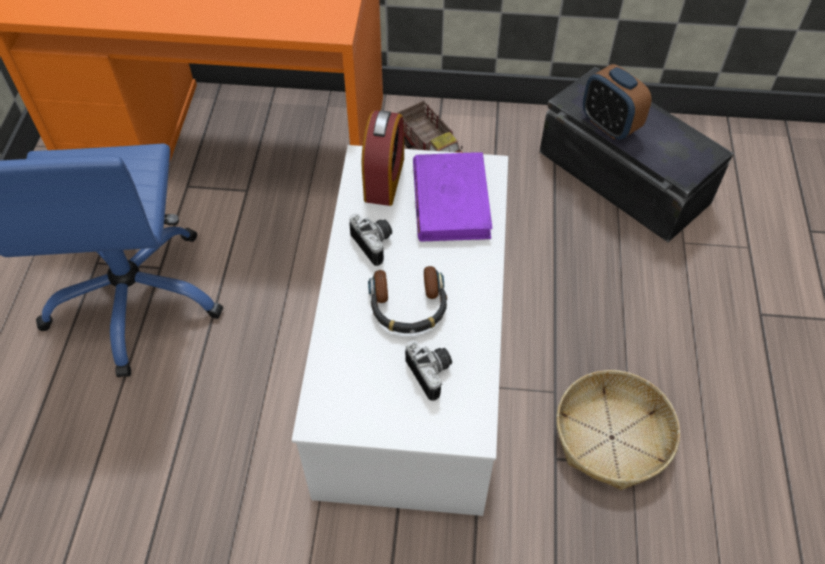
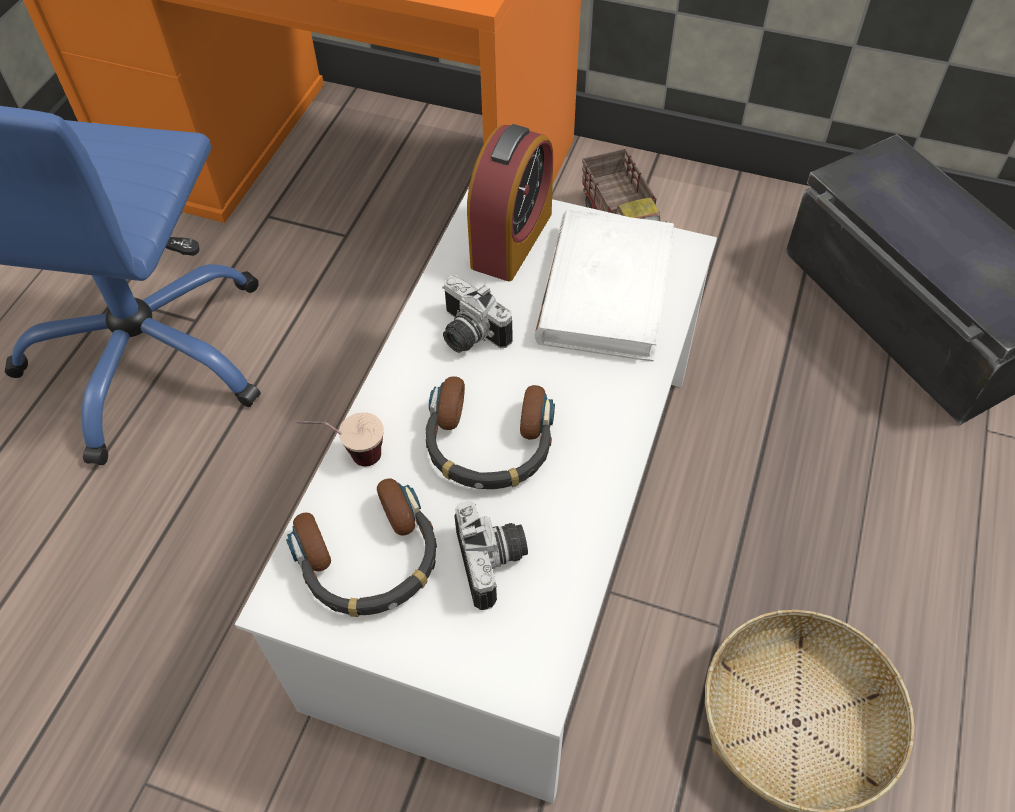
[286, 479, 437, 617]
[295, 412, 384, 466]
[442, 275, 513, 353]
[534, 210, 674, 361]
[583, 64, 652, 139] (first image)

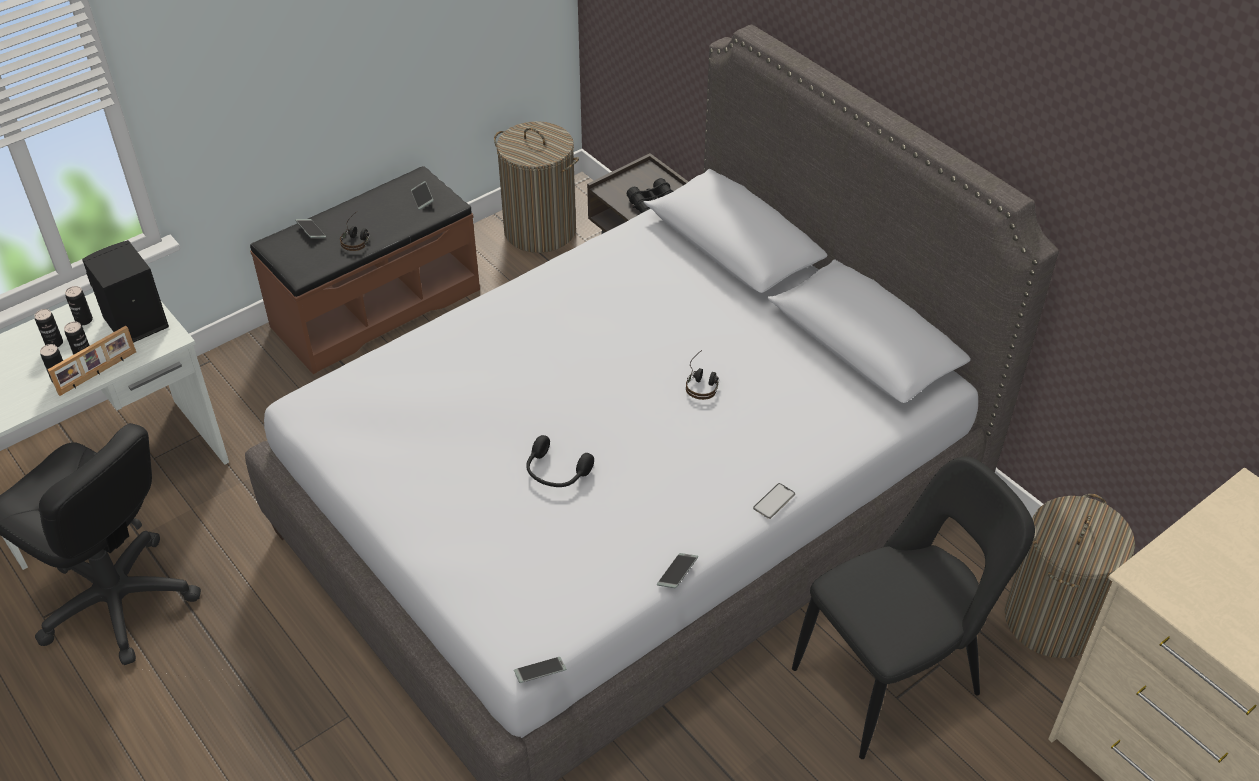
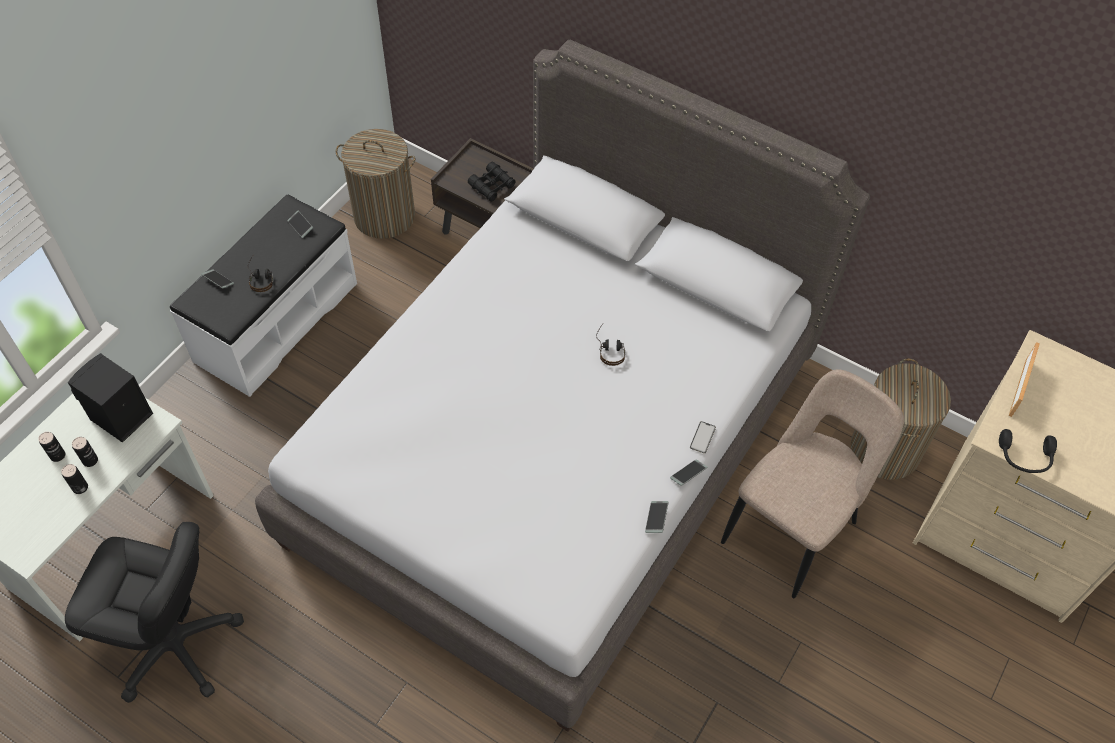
[170, 194, 357, 397]
[670, 459, 707, 486]
[721, 369, 904, 598]
[999, 429, 1057, 473]
[1009, 342, 1040, 417]
[65, 286, 93, 325] (first image)

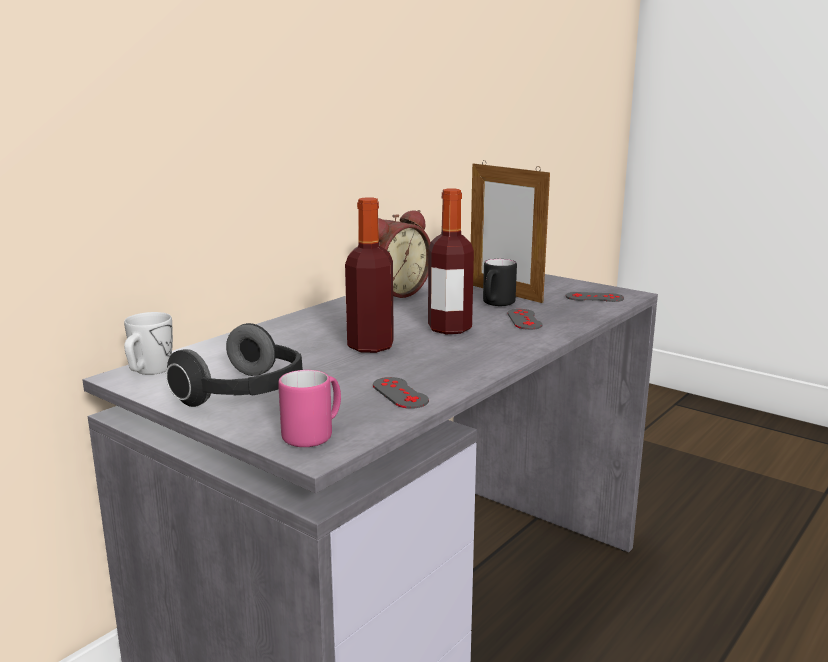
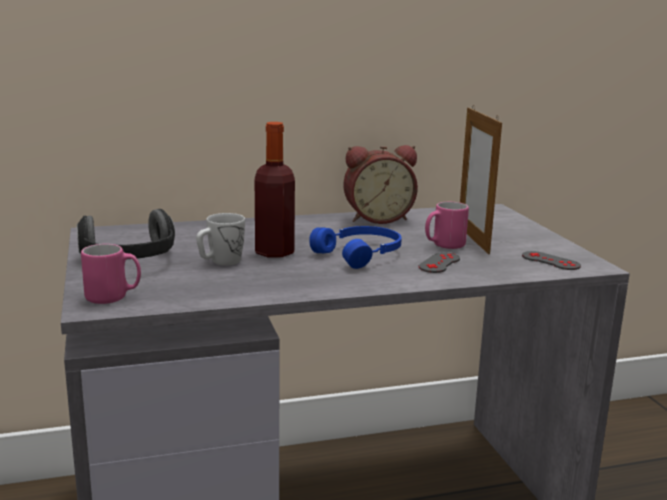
[196, 213, 245, 266]
[309, 226, 402, 269]
[425, 202, 469, 249]
[373, 377, 429, 409] (first image)

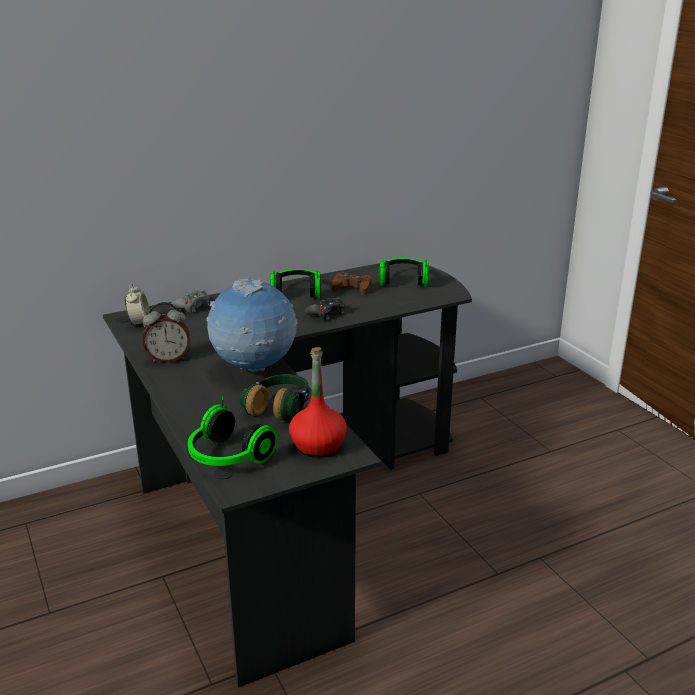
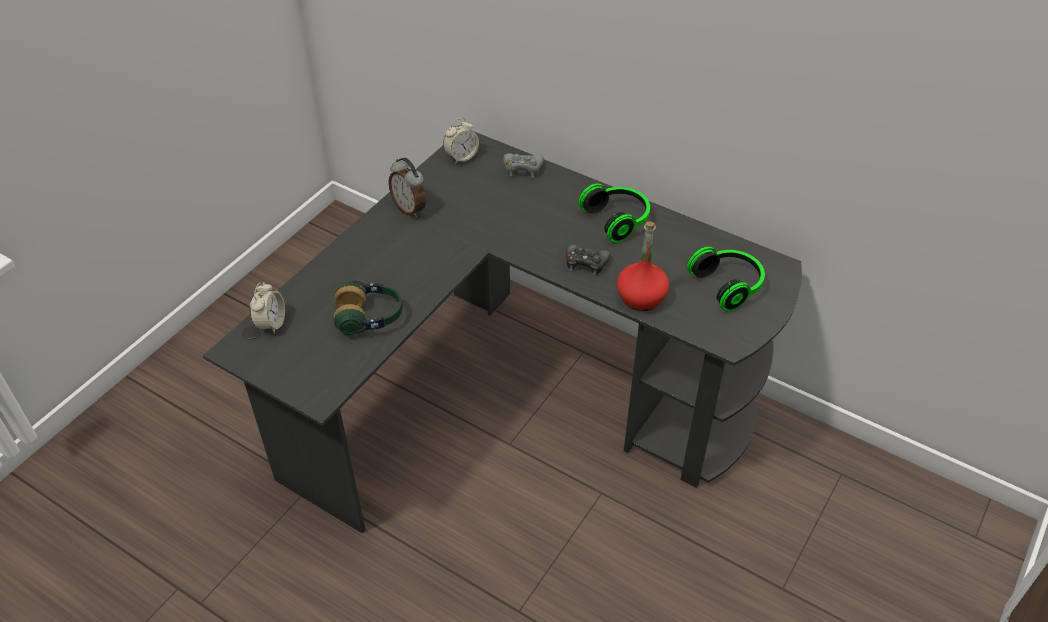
[250, 282, 285, 334]
[617, 221, 669, 311]
[206, 279, 297, 372] (first image)
[332, 272, 372, 295] (first image)

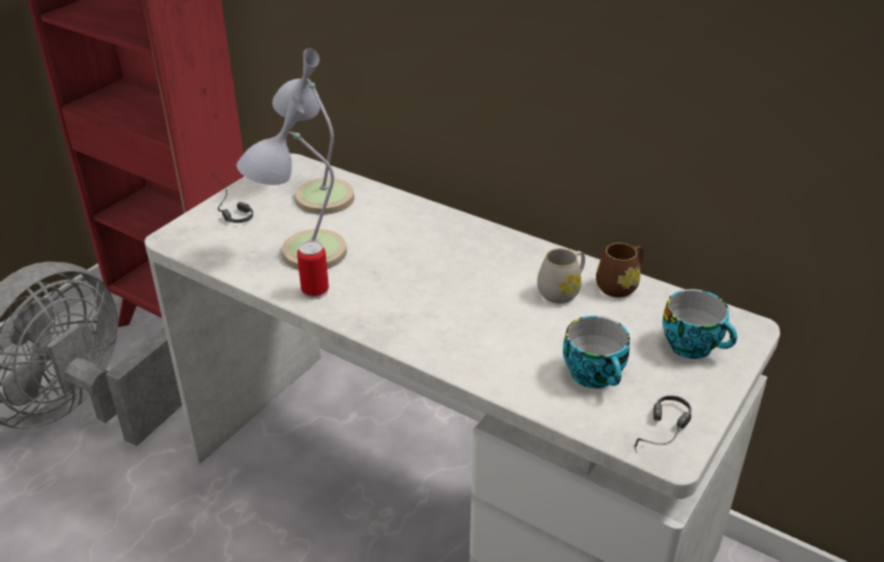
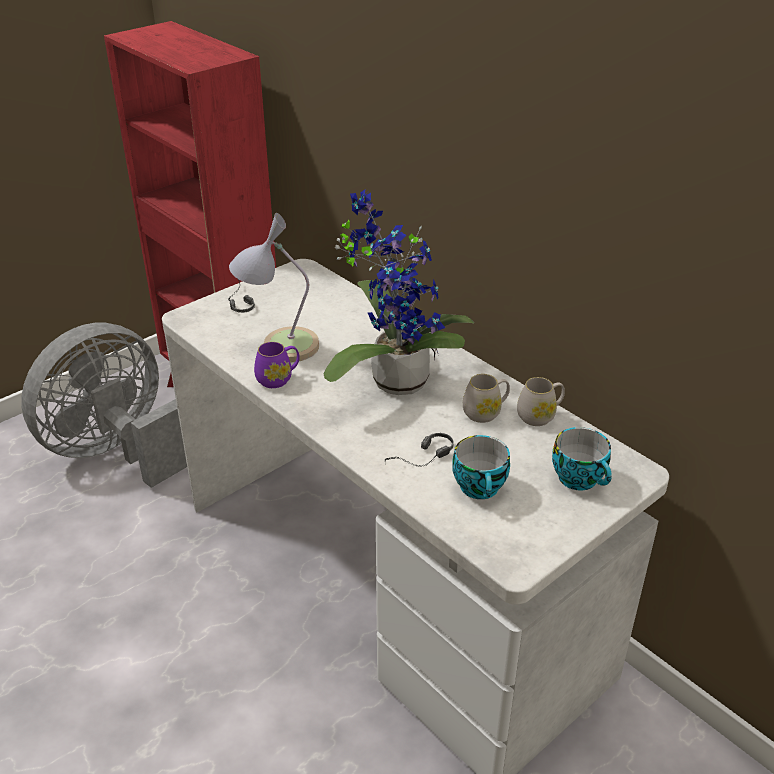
[254, 342, 300, 388]
[323, 190, 474, 395]
[385, 433, 454, 467]
[517, 377, 565, 426]
[272, 48, 355, 215] (first image)

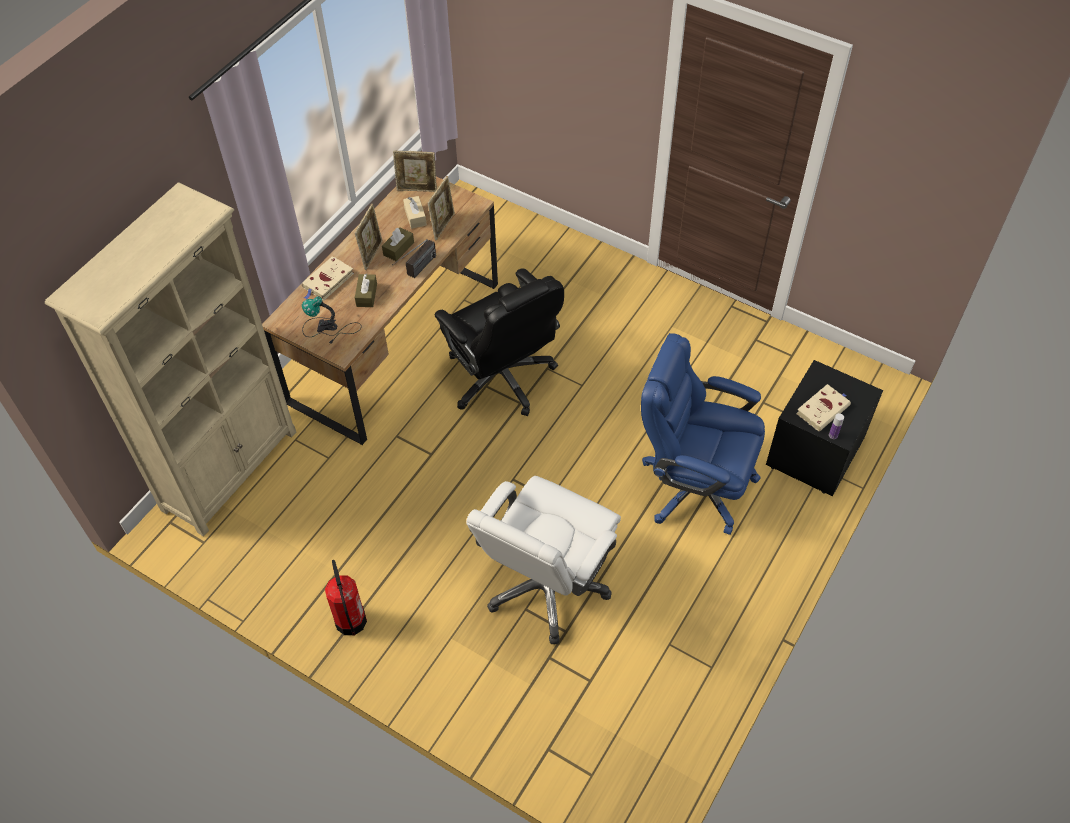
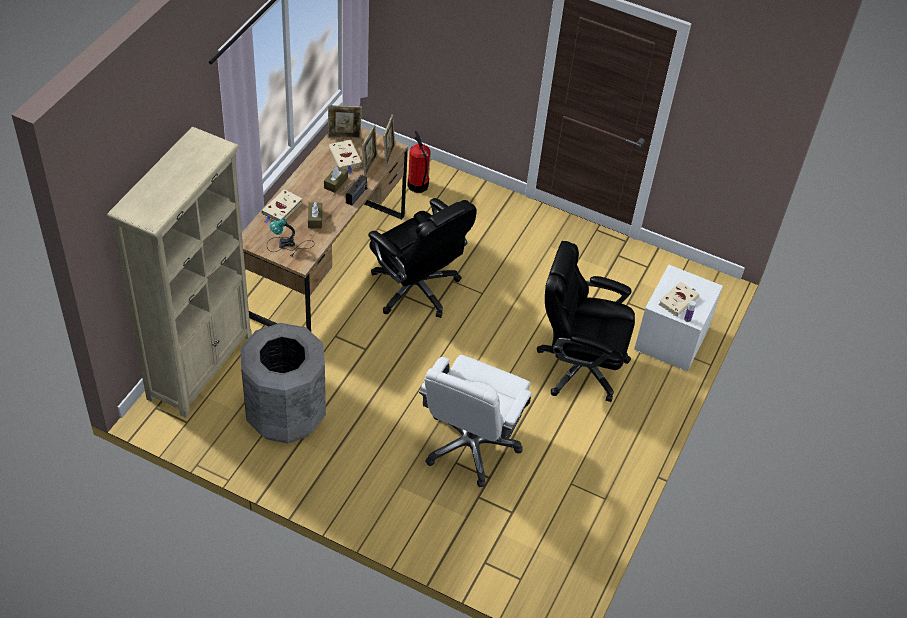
[241, 323, 326, 443]
[329, 140, 362, 174]
[383, 115, 395, 167]
[407, 131, 431, 193]
[537, 241, 635, 402]
[634, 265, 723, 372]

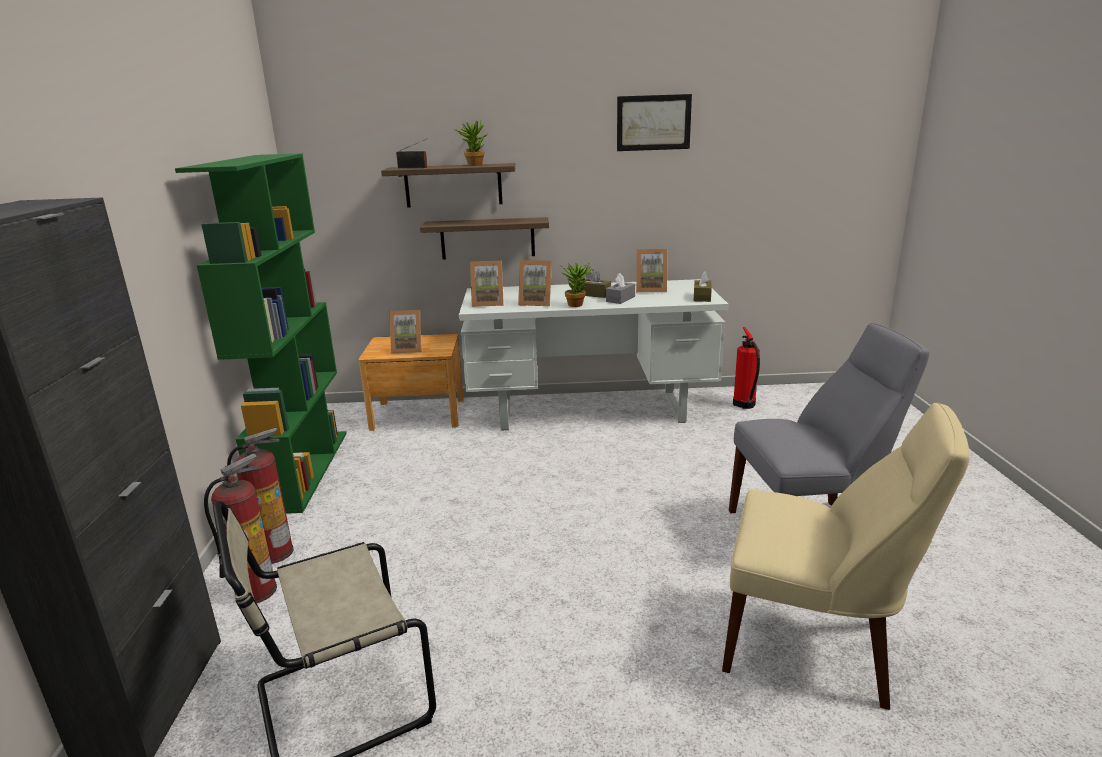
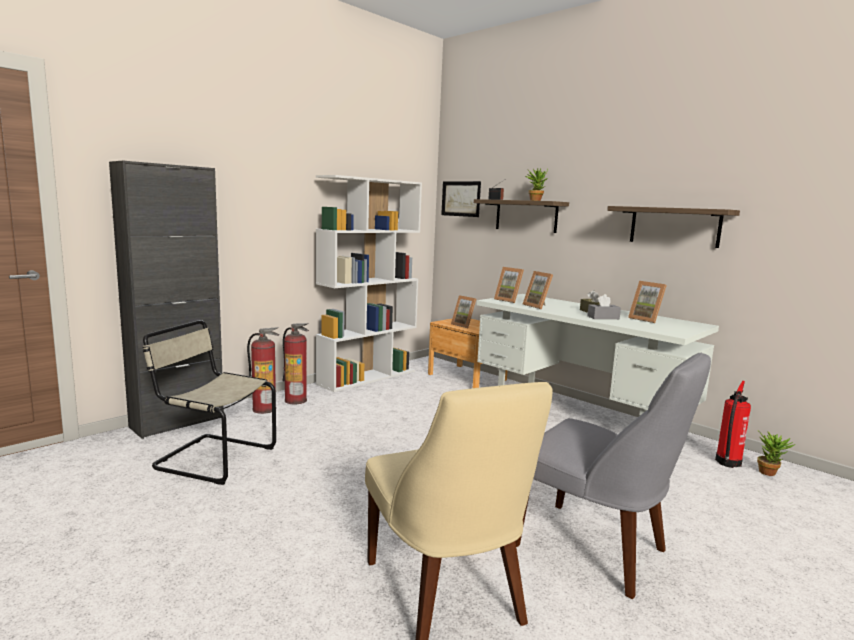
[316, 175, 422, 392]
[441, 181, 481, 217]
[607, 206, 740, 248]
[757, 430, 795, 476]
[694, 271, 712, 302] (first image)

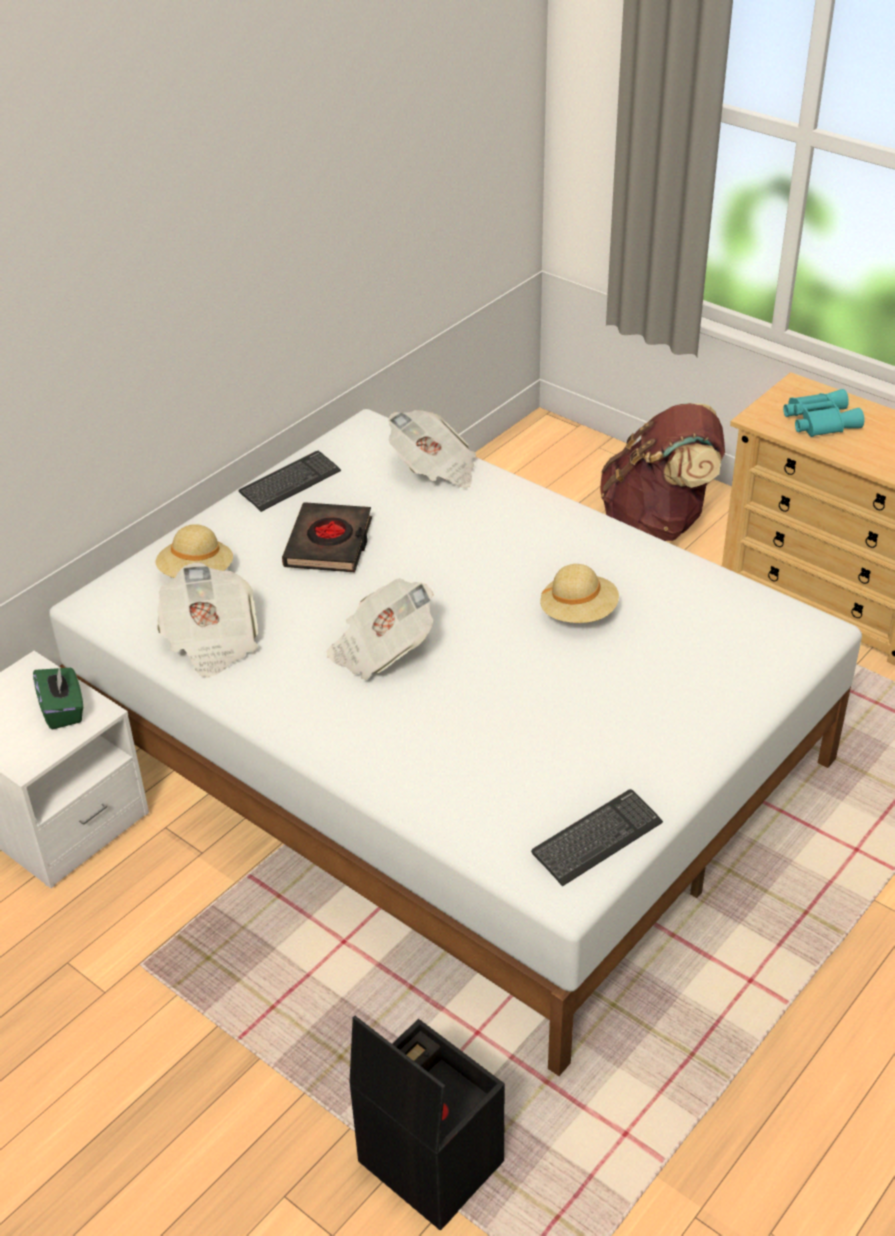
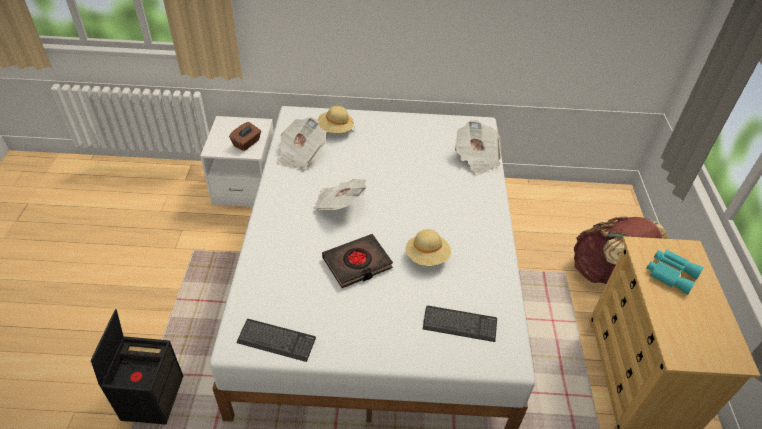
[229, 122, 261, 151]
[322, 234, 393, 288]
[423, 306, 497, 342]

